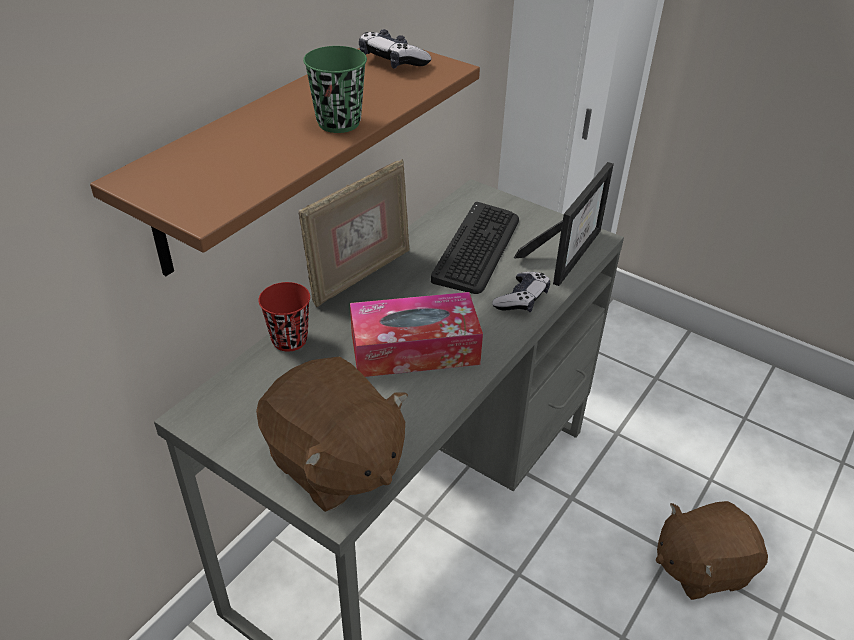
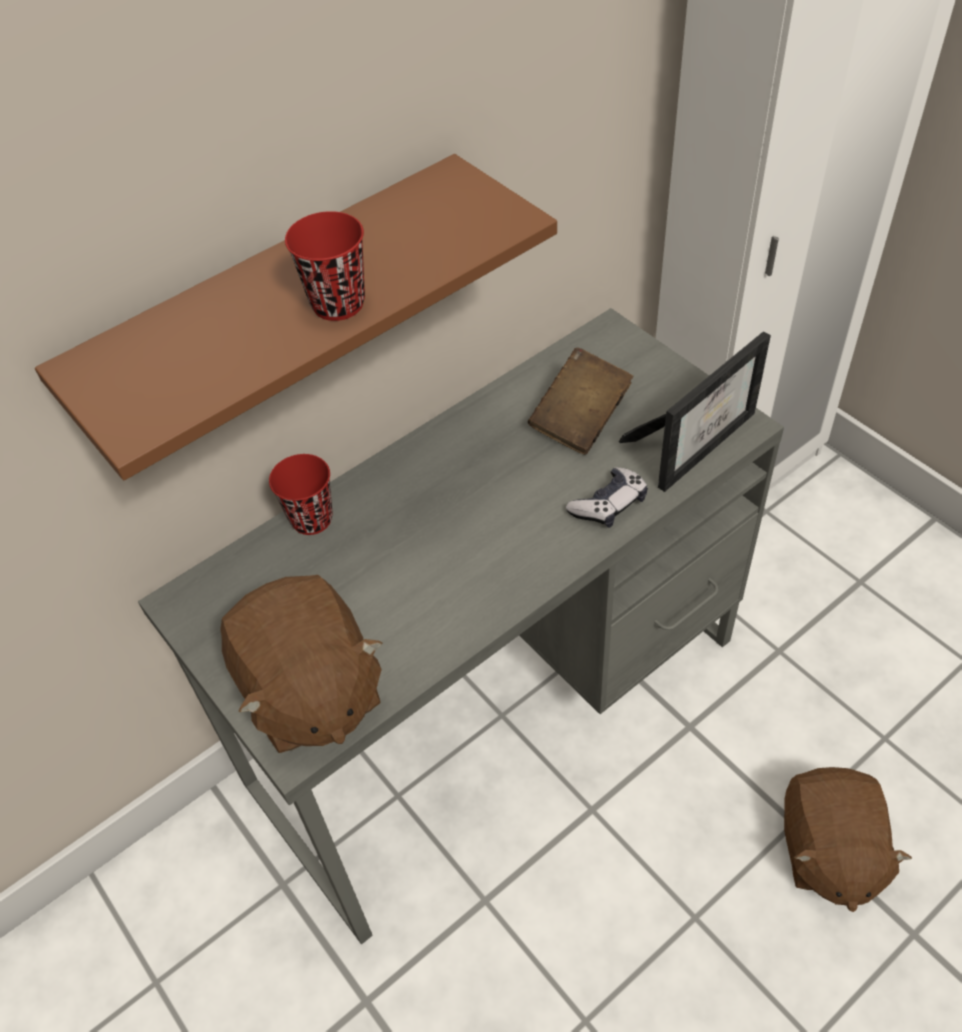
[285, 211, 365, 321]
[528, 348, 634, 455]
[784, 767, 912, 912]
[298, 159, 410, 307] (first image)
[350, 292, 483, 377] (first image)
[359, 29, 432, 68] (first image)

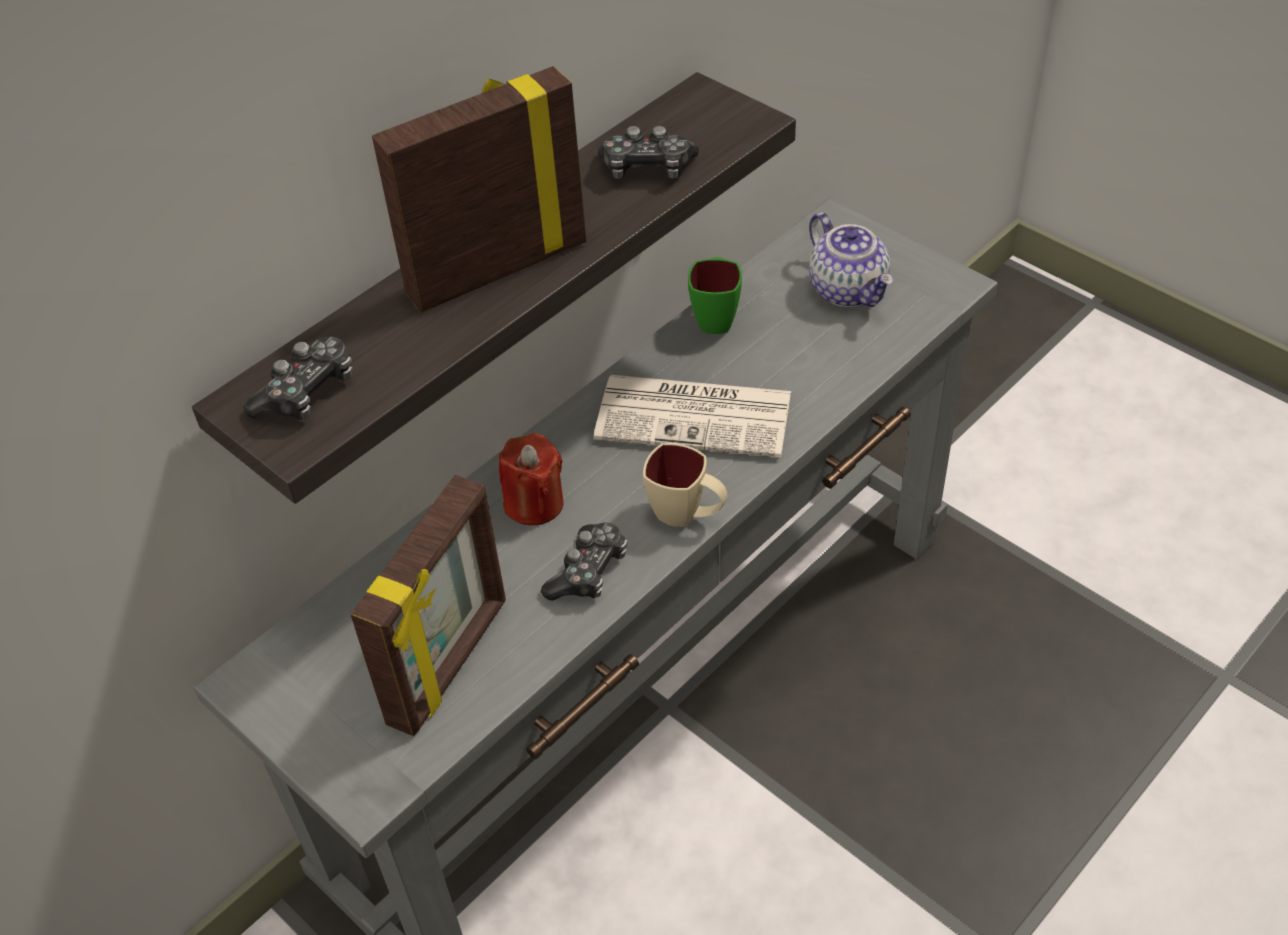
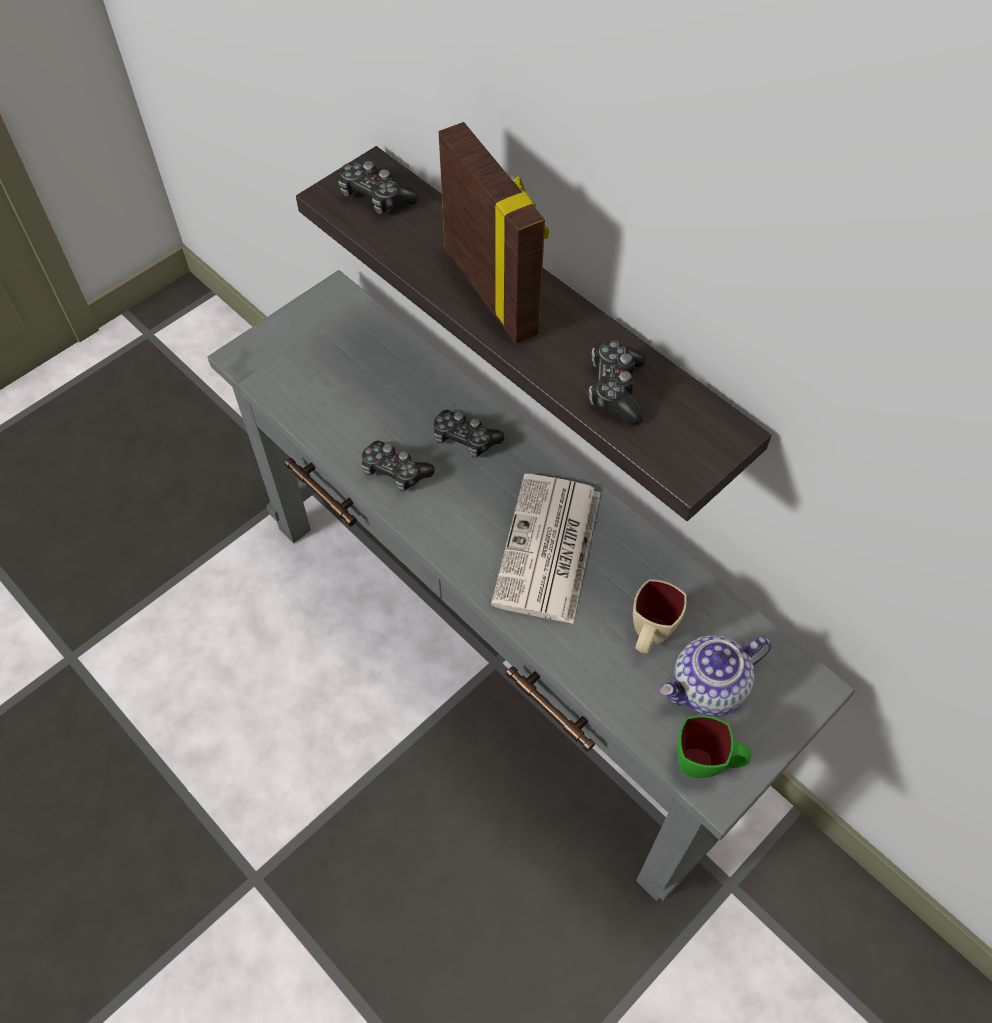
[433, 410, 504, 458]
[633, 579, 687, 654]
[677, 715, 751, 778]
[351, 475, 506, 736] (first image)

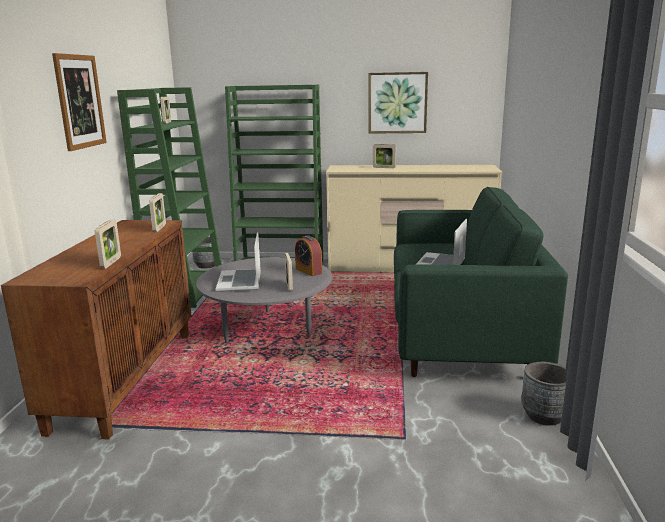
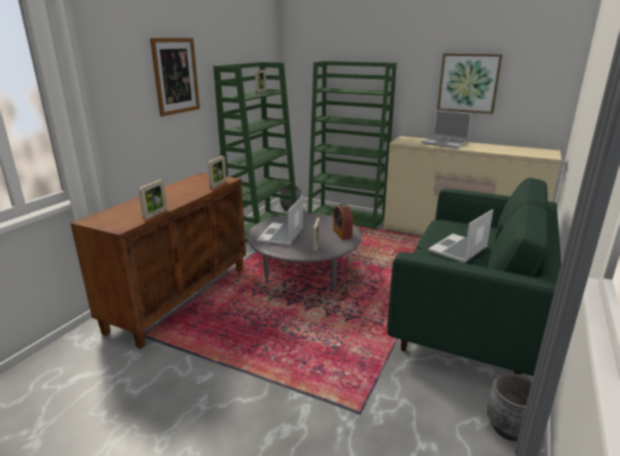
[422, 110, 472, 149]

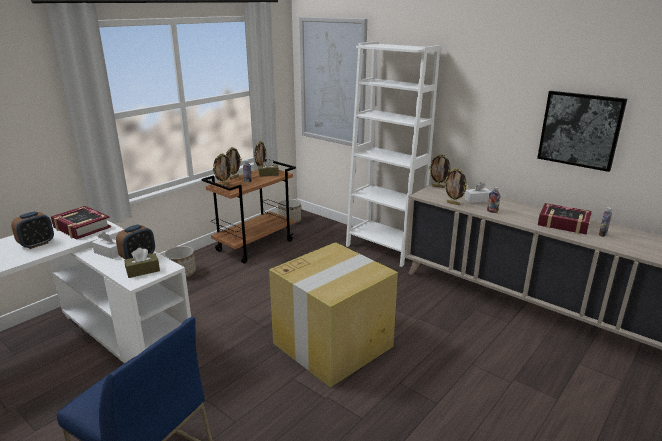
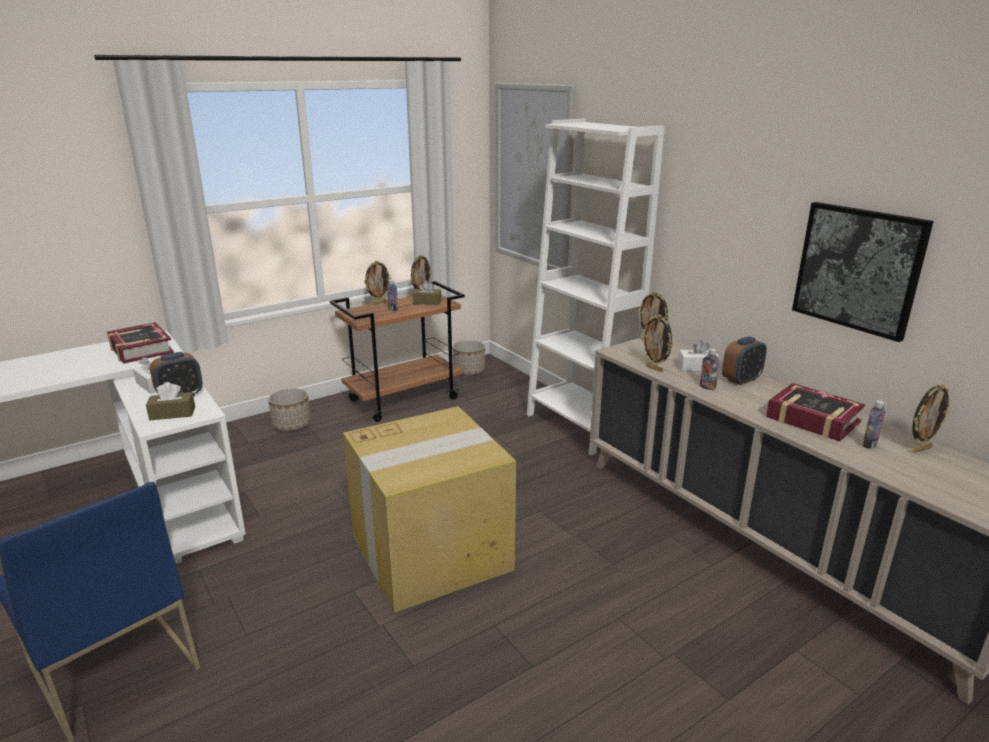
[722, 337, 767, 385]
[912, 383, 950, 453]

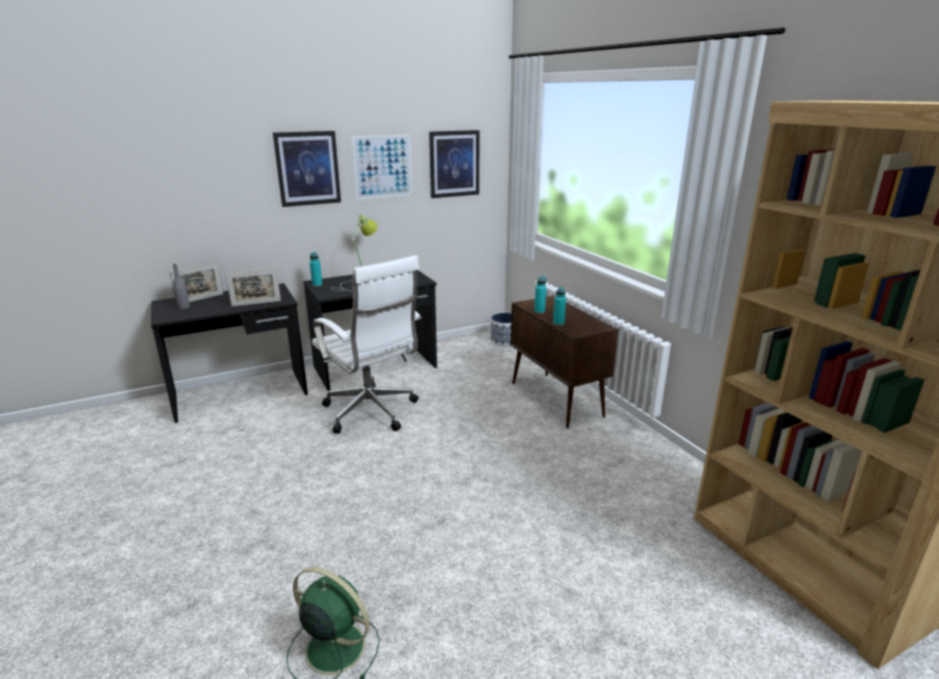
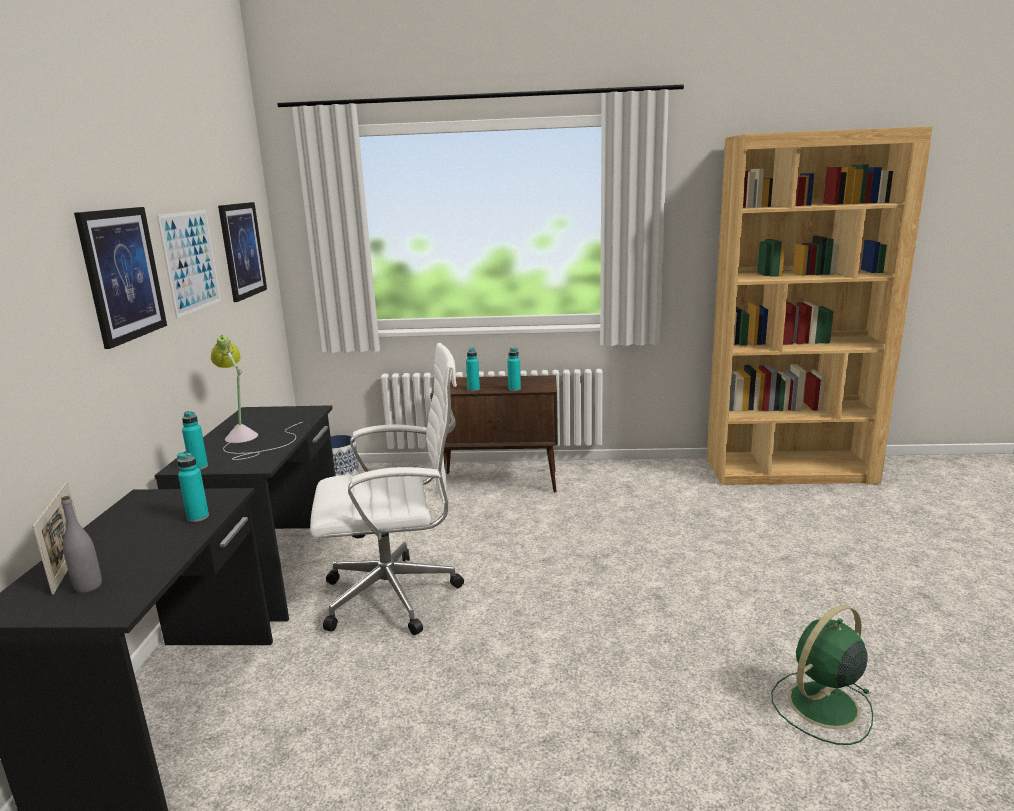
[177, 452, 209, 522]

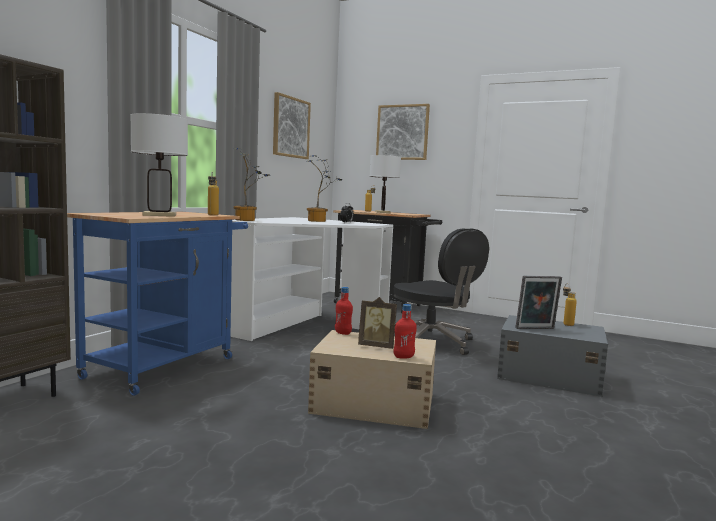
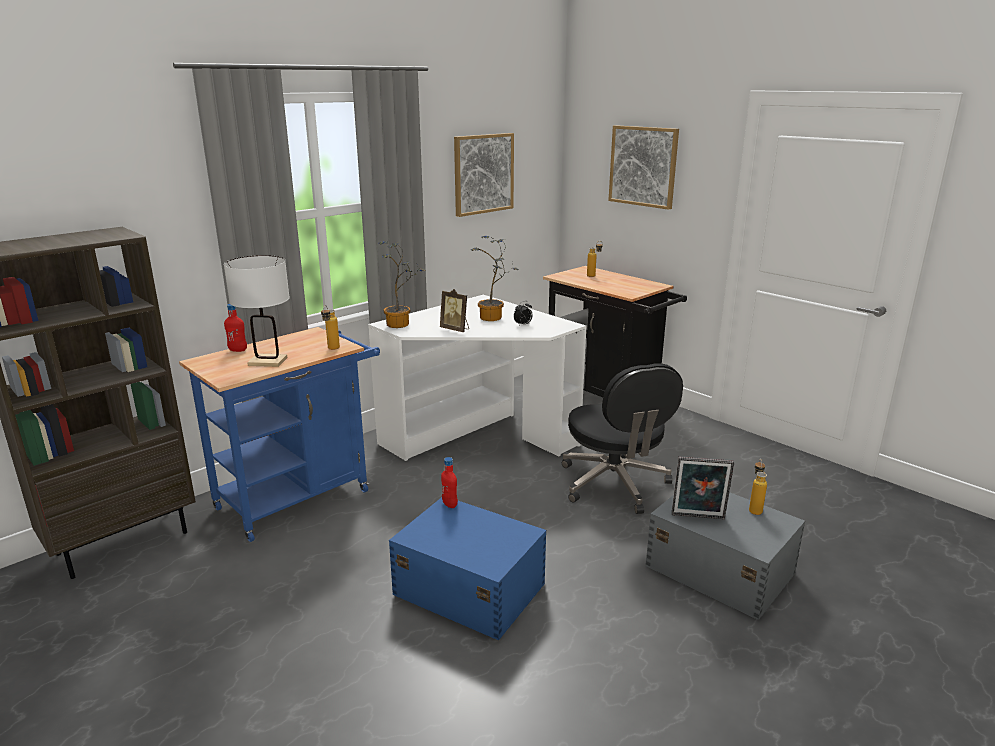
[224, 304, 247, 352]
[389, 497, 546, 640]
[440, 289, 469, 332]
[369, 155, 401, 213] (first image)

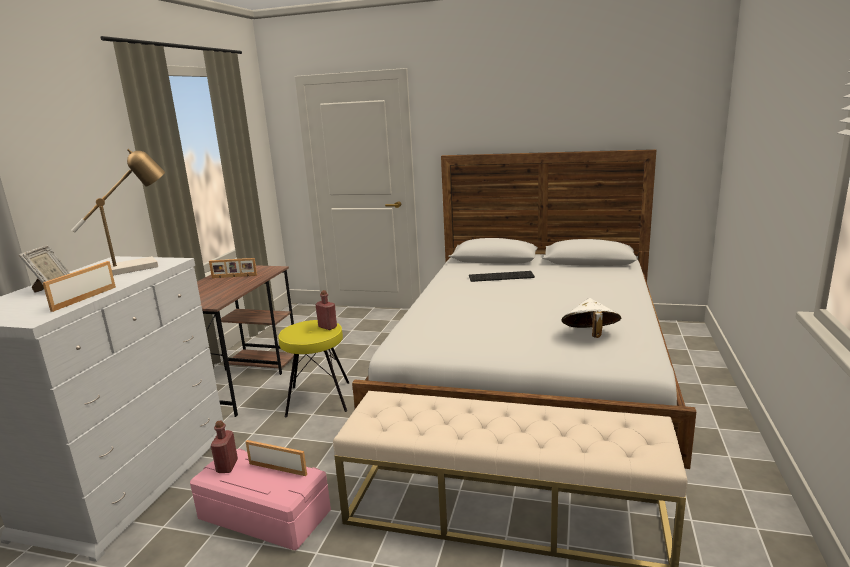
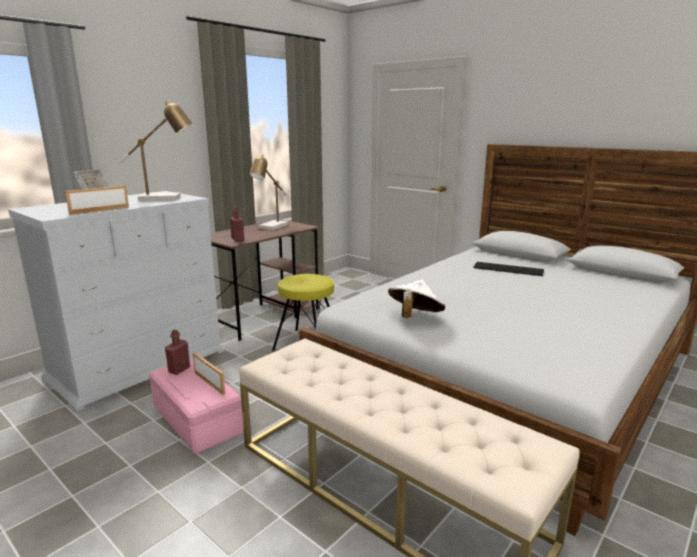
[230, 207, 244, 242]
[249, 154, 288, 230]
[388, 279, 445, 318]

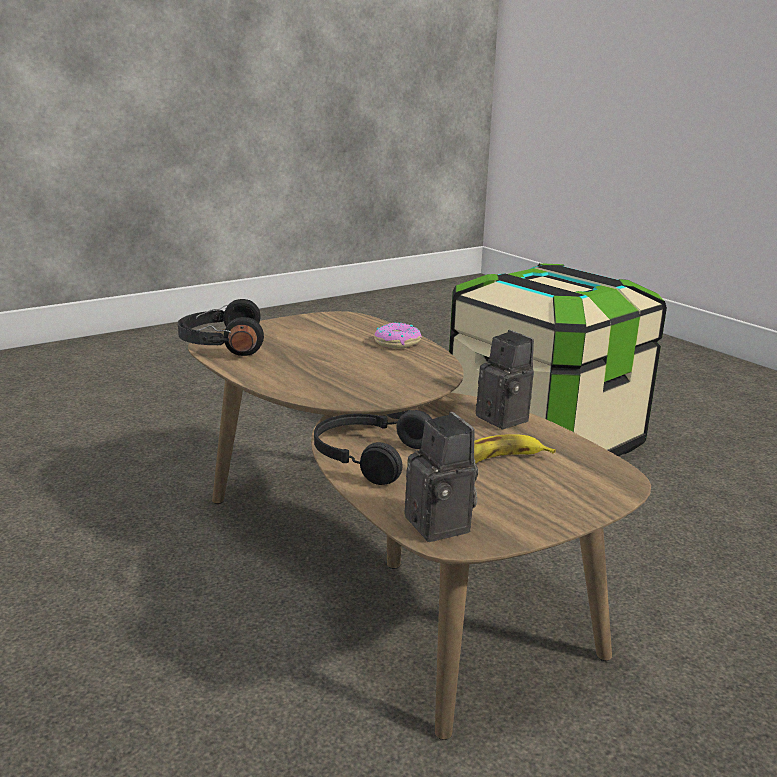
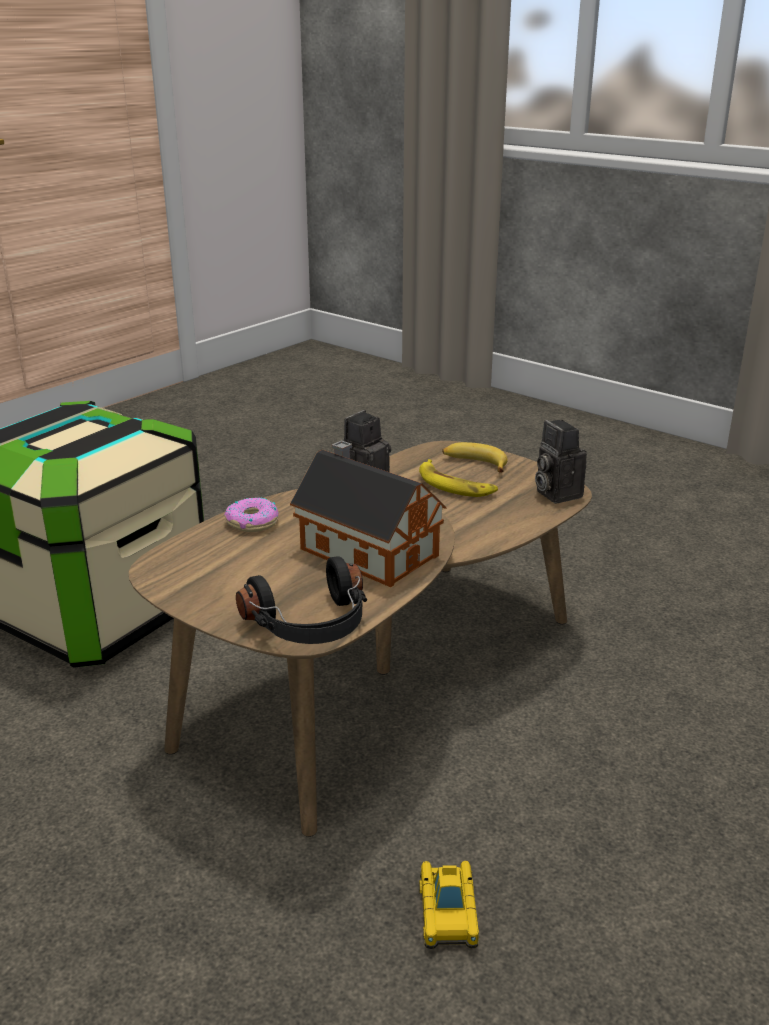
[290, 440, 446, 587]
[419, 861, 479, 949]
[442, 442, 508, 473]
[535, 420, 587, 504]
[314, 410, 432, 485] (first image)

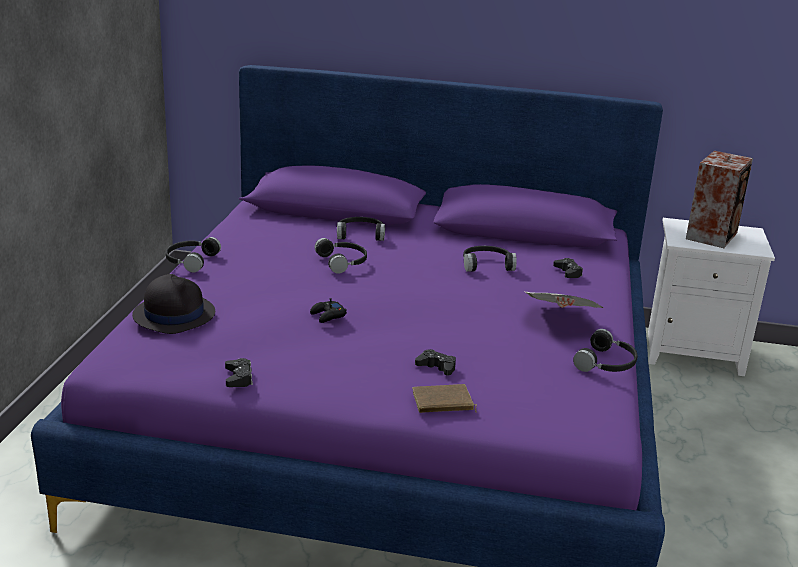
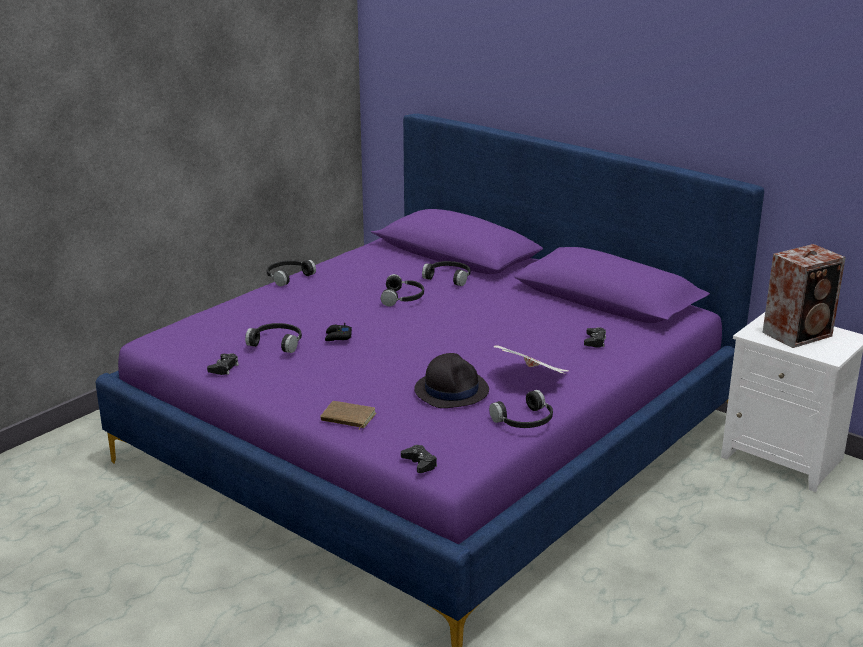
[245, 323, 302, 353]
[401, 445, 437, 473]
[414, 353, 489, 408]

